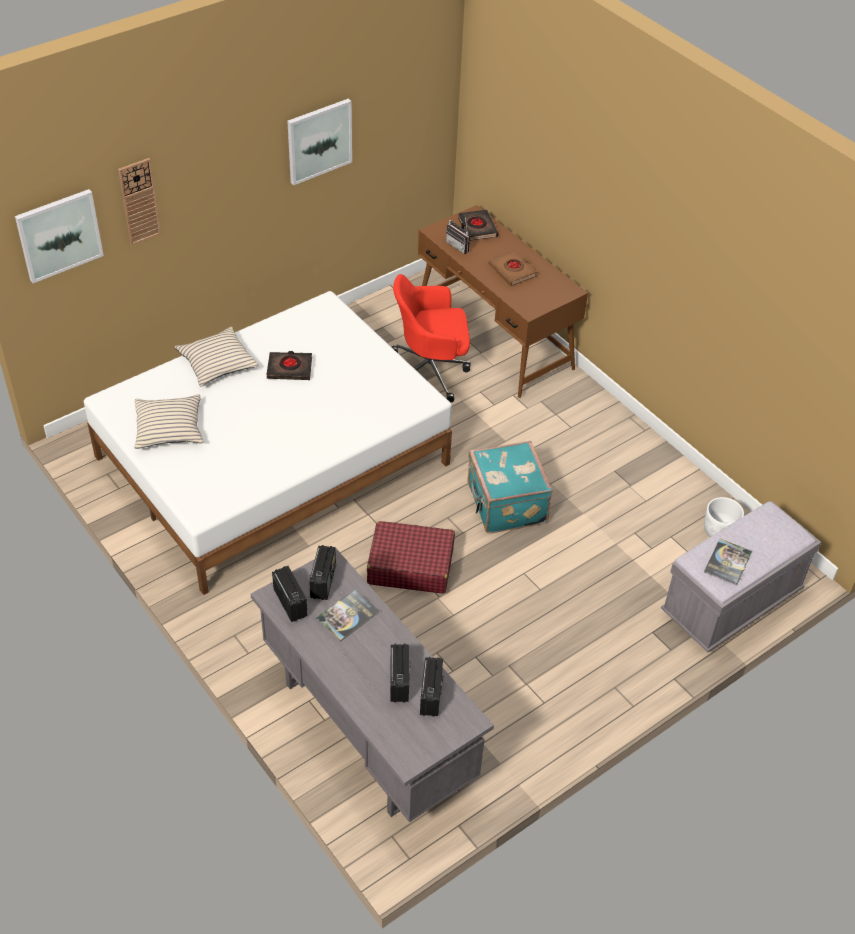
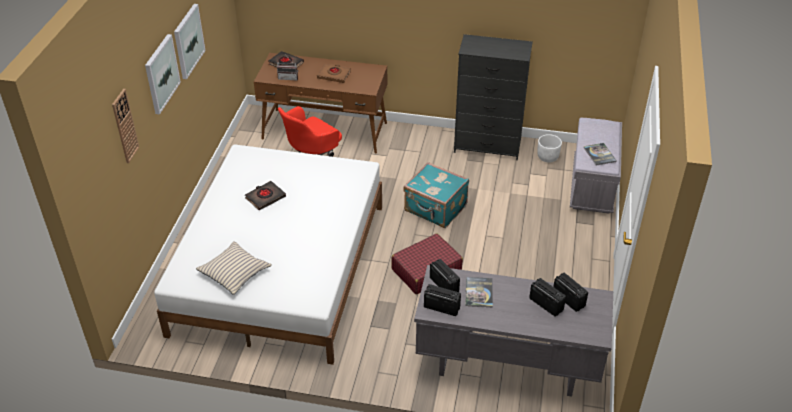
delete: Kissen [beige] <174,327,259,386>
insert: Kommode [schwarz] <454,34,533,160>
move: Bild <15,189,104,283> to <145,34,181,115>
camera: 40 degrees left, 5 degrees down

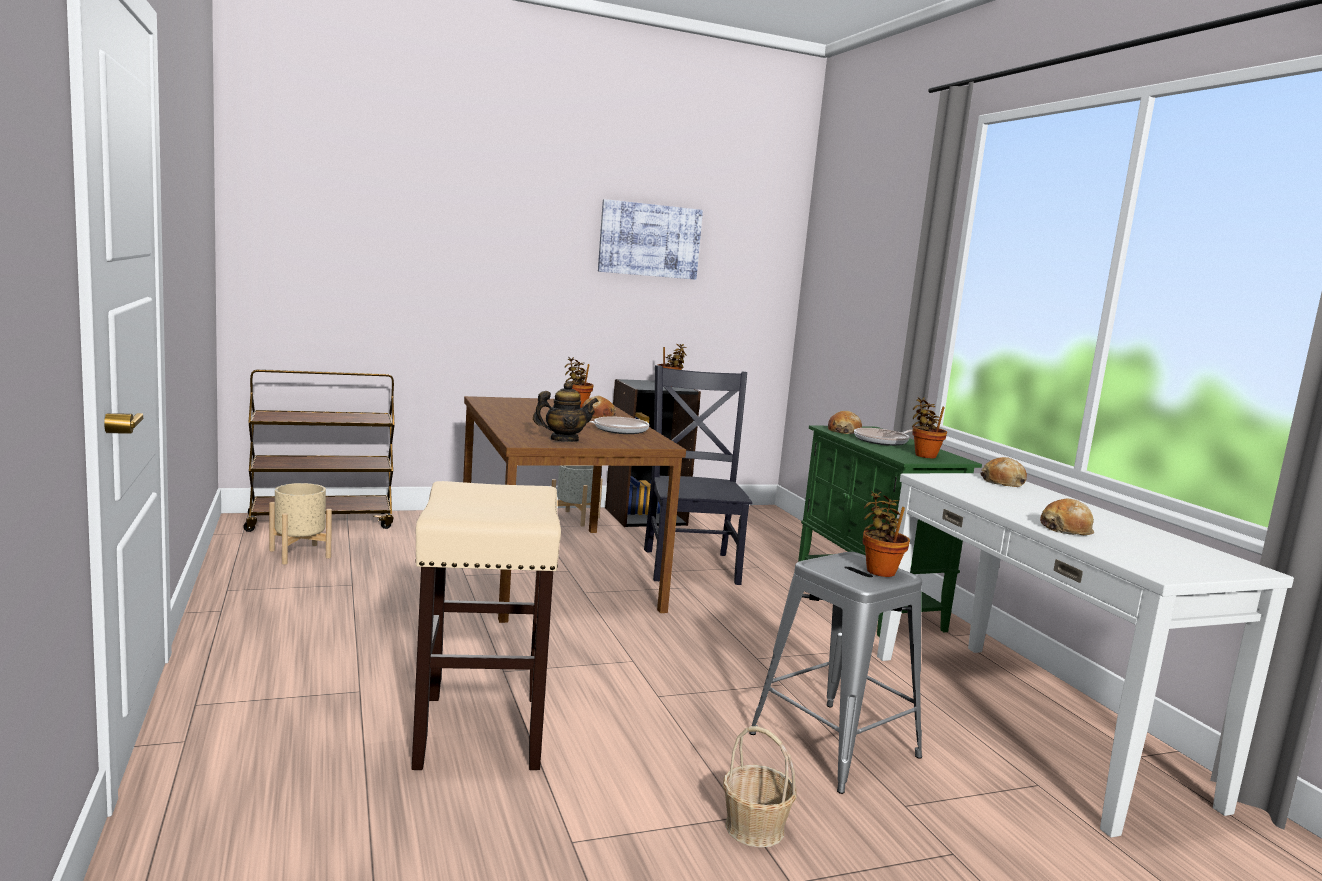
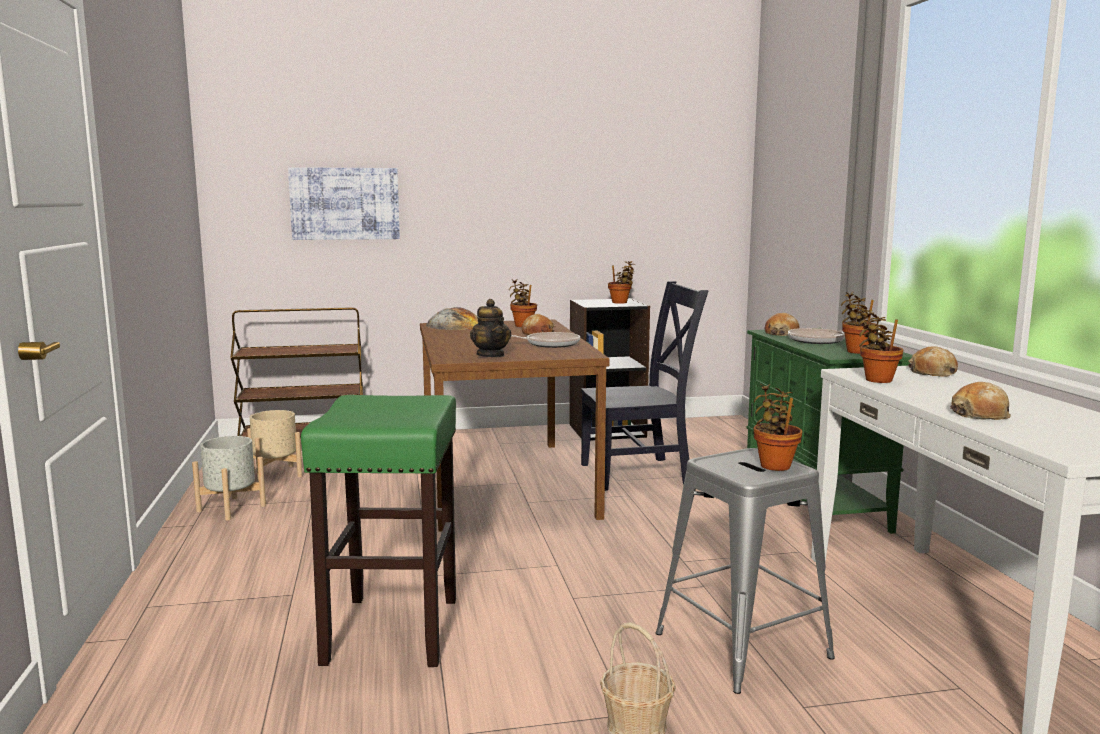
insert: Brot <426,307,478,330>; Topfpflanze <858,310,903,383>
move: Bild <598,199,703,280> to <288,167,400,240>; Pflanzkübel [grau] <552,466,603,527> to <192,436,266,521>
recolor: Hocker [beige] <412,481,561,770> to Hocker [grün] <301,395,456,667>
rotate: Stuhl [schwarz] <644,365,752,585> = <581,281,708,491> 75 degrees clockwise; Teekanne <533,381,599,442> = <470,299,511,357> 75 degrees clockwise
camera: 10 degrees right, 0 degrees up

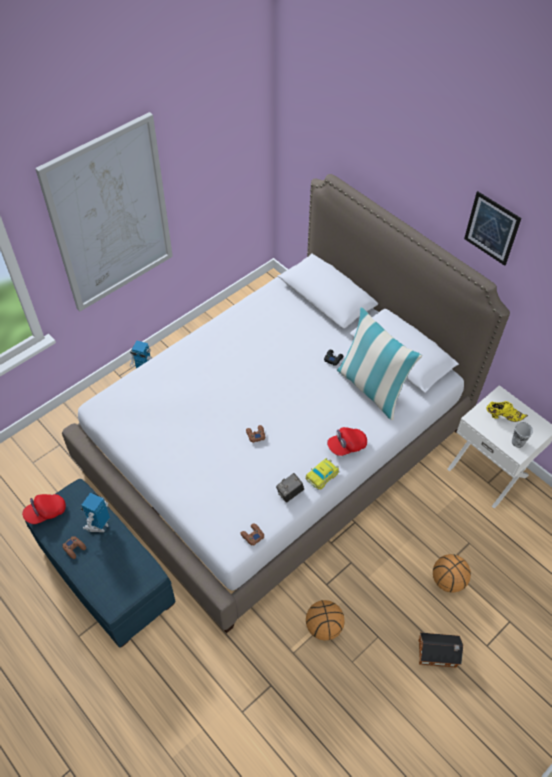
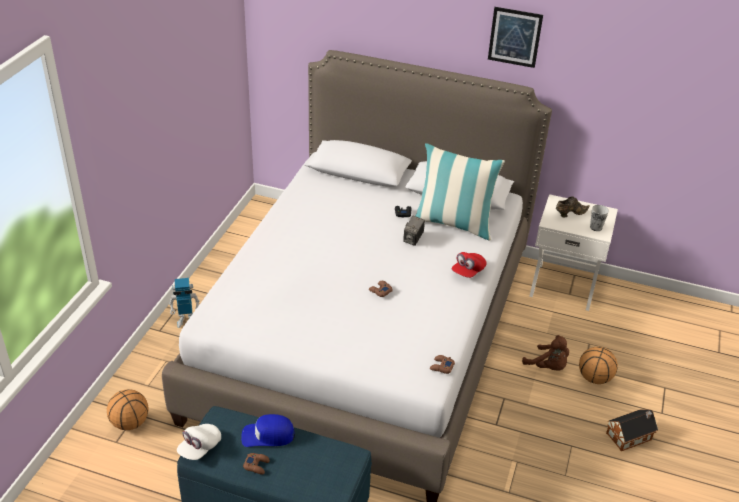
delete: Bild <35,112,173,312>; Spielzeugauto <305,458,339,490>
insert: Plüschtier [braun] <522,335,569,371>
move: Kamera <276,473,304,503> to <403,216,425,246>; Basketball <306,600,345,640> to <107,389,148,430>
replace: Spielzeugroboter <80,492,110,532> to Kappe [blau] <241,414,295,447>
recolor: Schuh [gelb] <486,401,528,422> to Schuh [braun] <556,196,590,218>; Kappe [rot] <22,494,66,524> to Kappe [weiß] <177,424,221,460>
camera: 30 degrees left, 15 degrees down

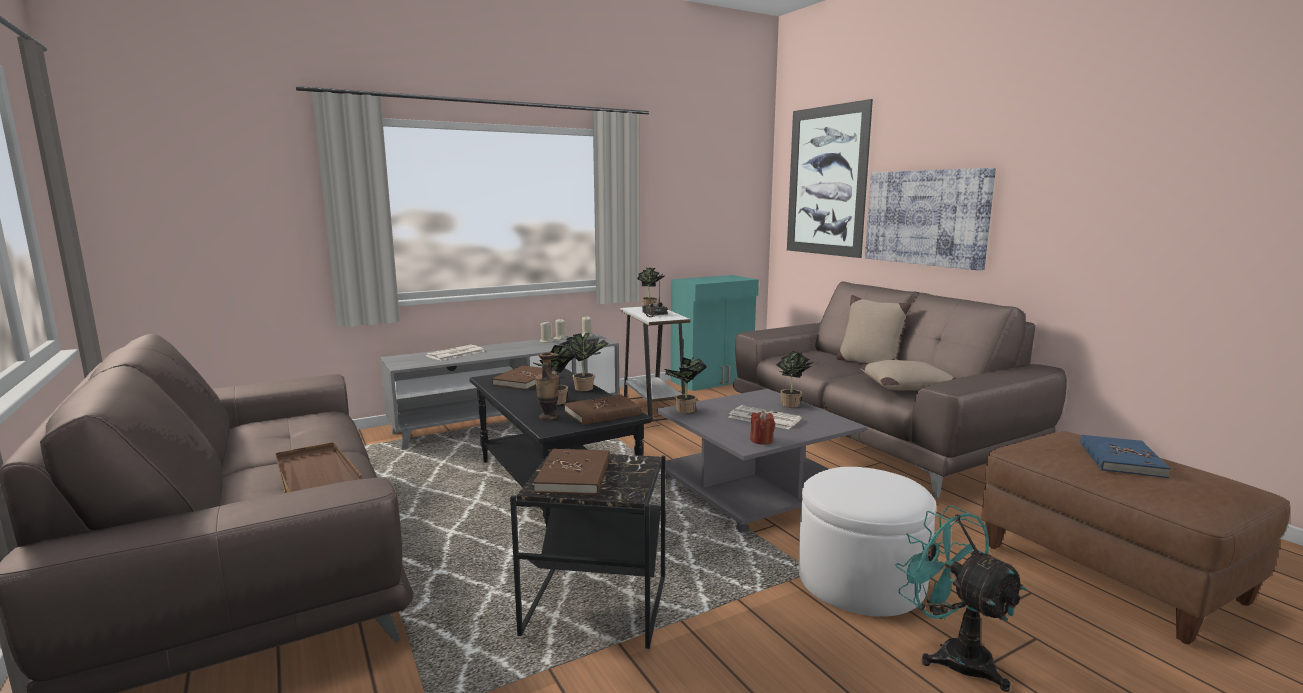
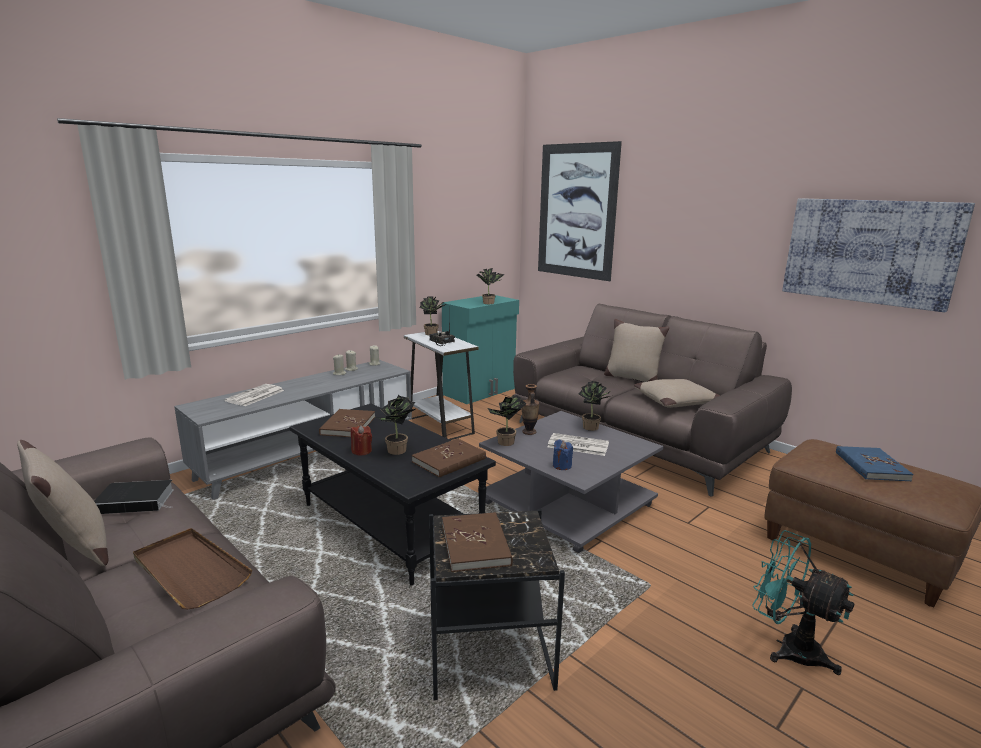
delete: Polsterhocker [weiß] <798,467,937,617>
insert: Kerze [blau] <553,439,573,470>; Kissen [beige] <17,440,108,566>; Buch <94,480,174,514>
move: Bild <865,168,996,270> to <782,198,975,312>; Topfpflanze <562,333,608,391> to <477,268,504,304>; Vase <535,353,559,420> to <522,384,540,435>; Kerze [rot] <750,411,775,445> to <351,425,372,456>
camera: 15 degrees left, 5 degrees up

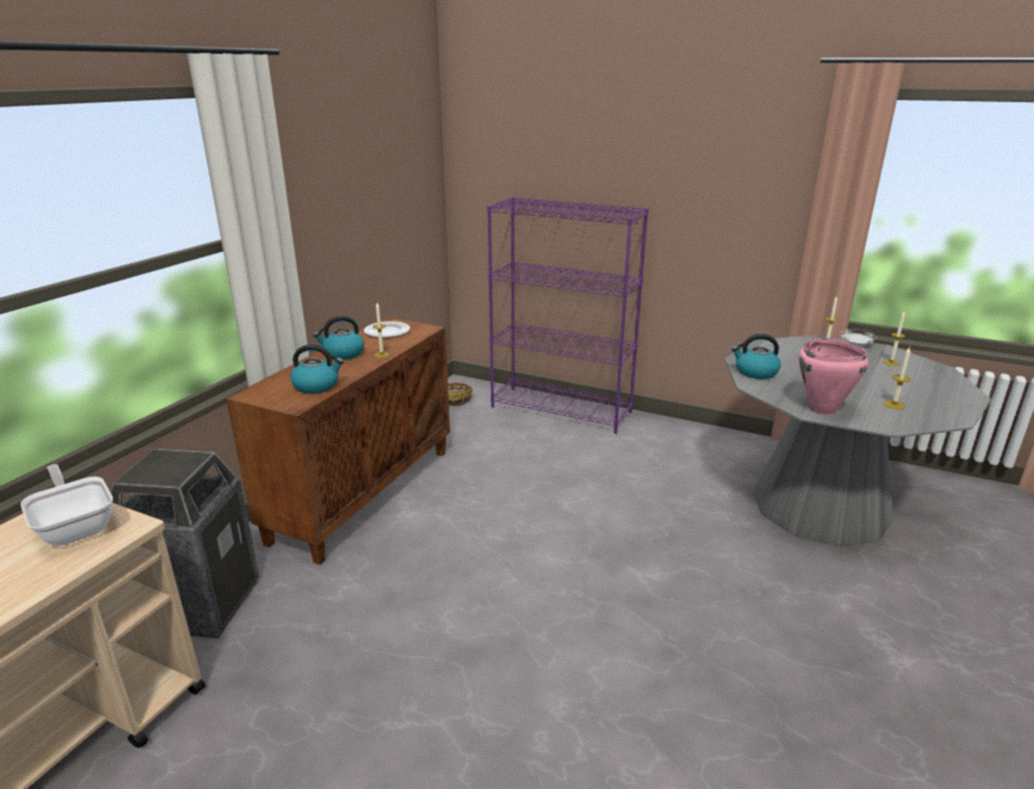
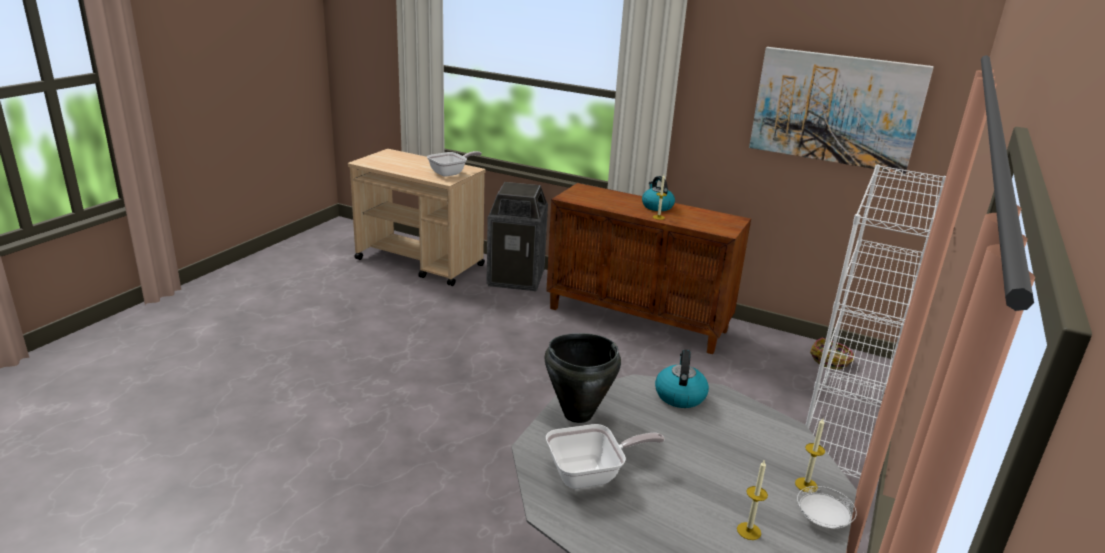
delete: Teller <364,321,410,338>; Wasserkessel <290,344,344,394>
insert: Bild <749,47,934,174>
replace: Kerze <884,348,911,409> to Pfanne <546,424,665,489>
recolor: Bücherregal [lila] <487,197,649,434> to Bücherregal [weiß] <806,165,946,479>; Kochtopf [rosa] <799,338,869,415> to Kochtopf [schwarz] <545,333,621,423>
camera: 90 degrees right, 0 degrees up

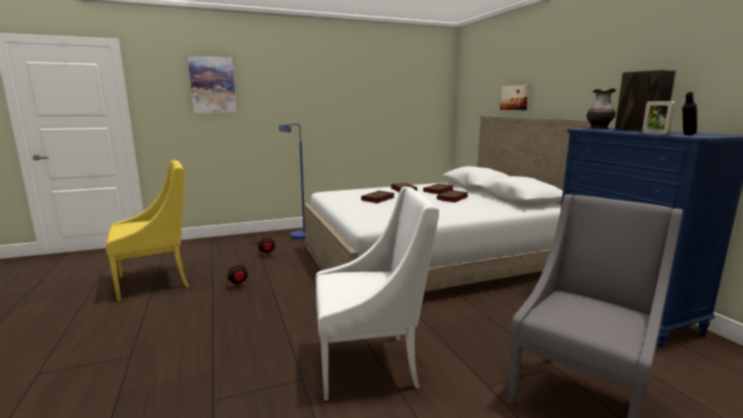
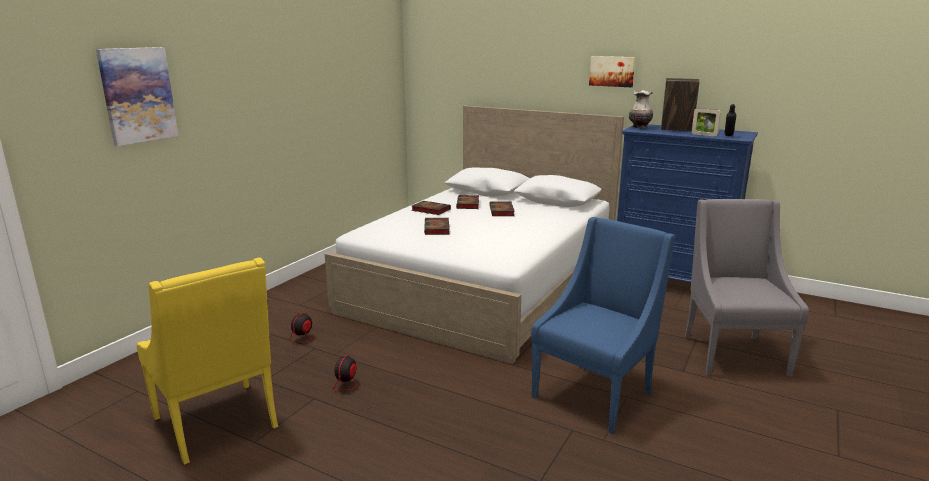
delete: Stehlampe [blau] <279,124,305,240>
move: Bild <500,85,529,110> to <589,56,635,87>
recolor: Sessel [weiß] <316,187,439,401> to Sessel [blau] <531,217,675,434>
rotate: Sessel [gelb] <106,160,189,301> = <137,257,278,465> 120 degrees clockwise
camera: 40 degrees left, 5 degrees up

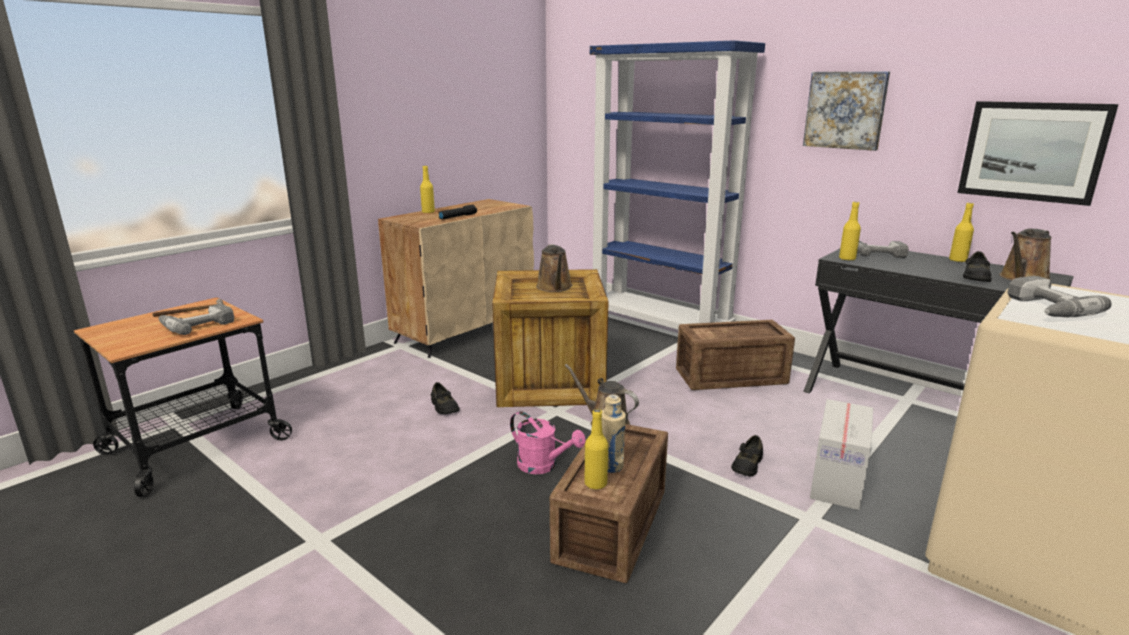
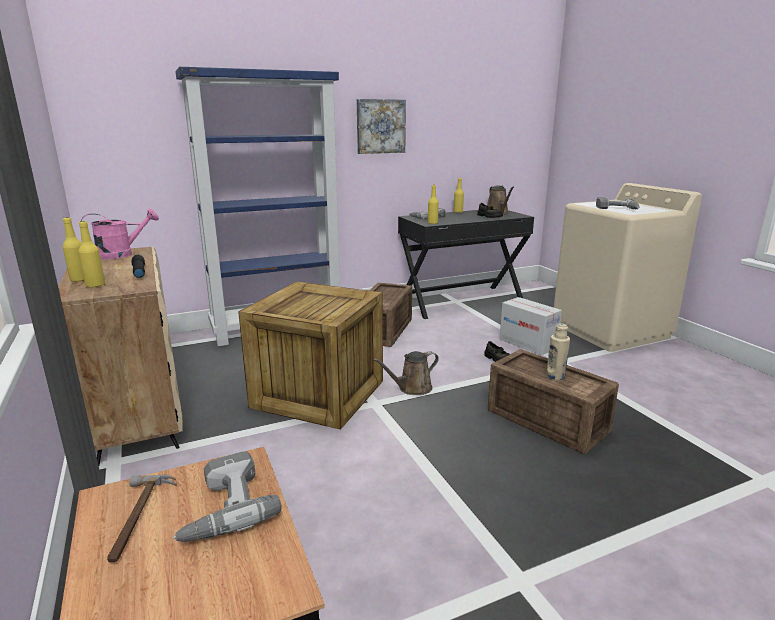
delete: Bild <957,101,1119,206>; Gießkanne [braun] <536,244,573,292>; Schuh [schwarz] <431,382,460,414>
move: Flasche [gelb] <585,409,608,490> to <78,221,105,288>; Gießkanne [rosa] <510,411,586,474> to <81,209,159,259>
camera: 65 degrees left, 0 degrees up

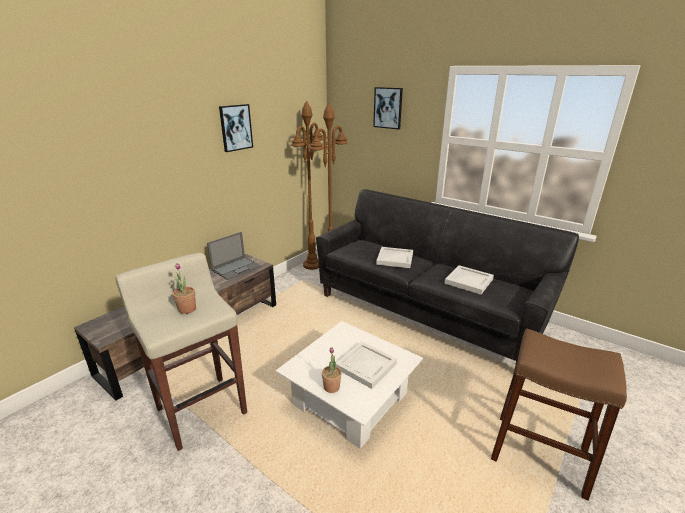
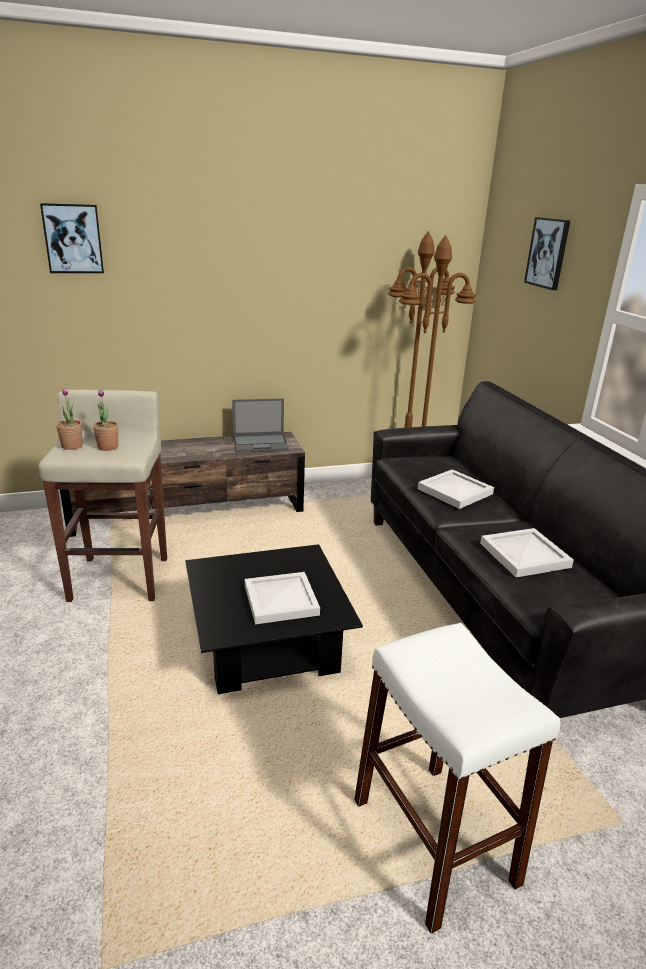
move: Bild <219,104,253,152> to <40,203,104,273>; Topfpflanze <322,347,341,393> to <56,388,82,450>
recolor: Couchtisch [weiß] <276,321,423,449> to Couchtisch [schwarz] <185,544,363,694>; Hocker [braun] <491,329,627,501> to Hocker [weiß] <354,623,560,934>
camera: 35 degrees right, 0 degrees up

